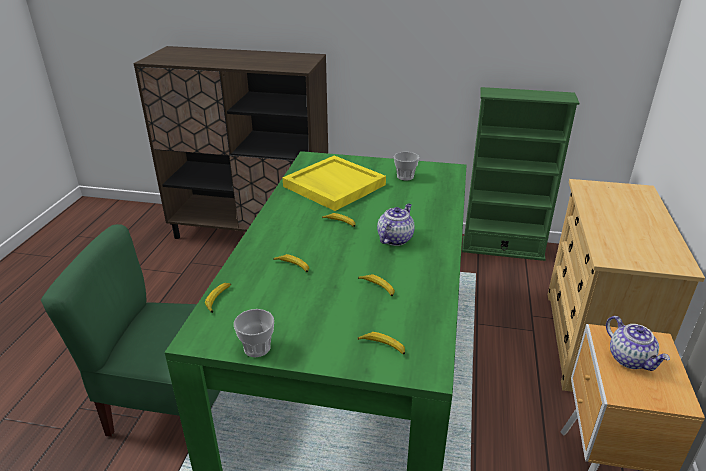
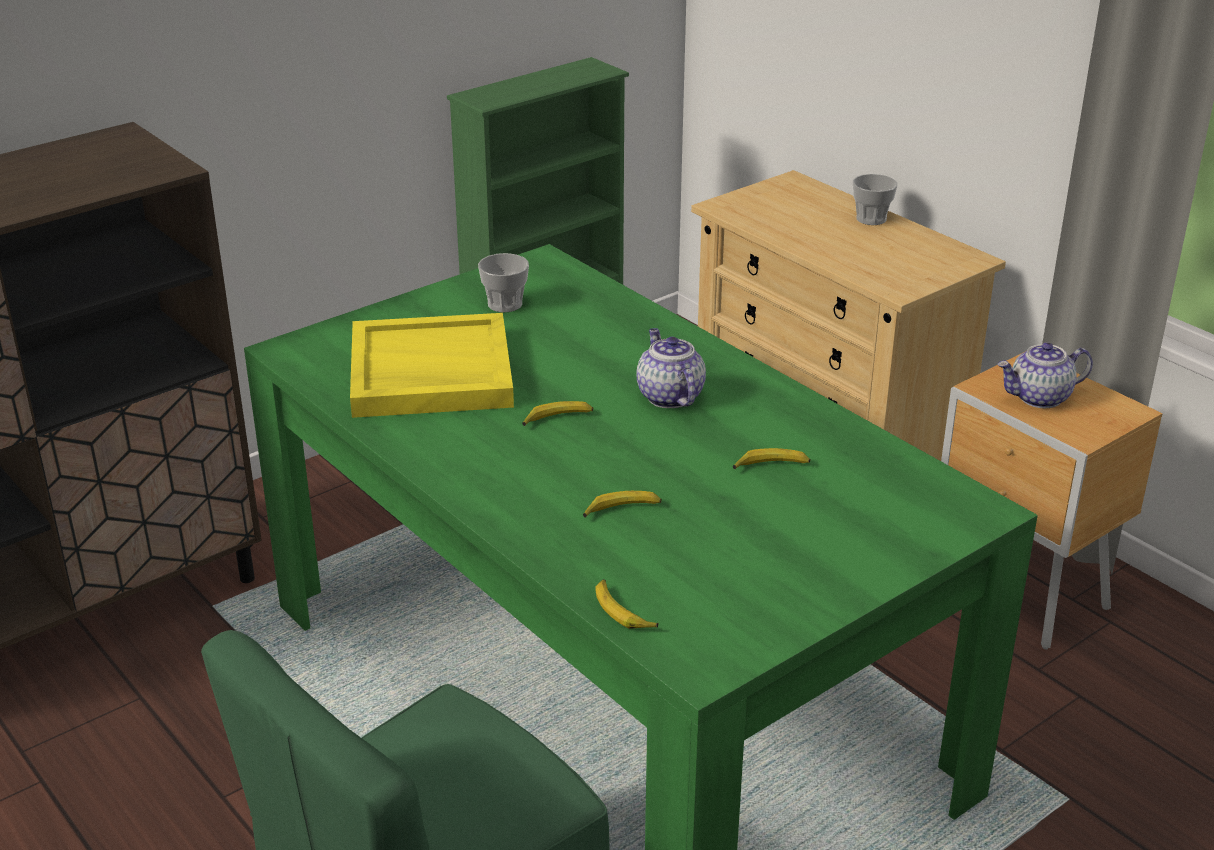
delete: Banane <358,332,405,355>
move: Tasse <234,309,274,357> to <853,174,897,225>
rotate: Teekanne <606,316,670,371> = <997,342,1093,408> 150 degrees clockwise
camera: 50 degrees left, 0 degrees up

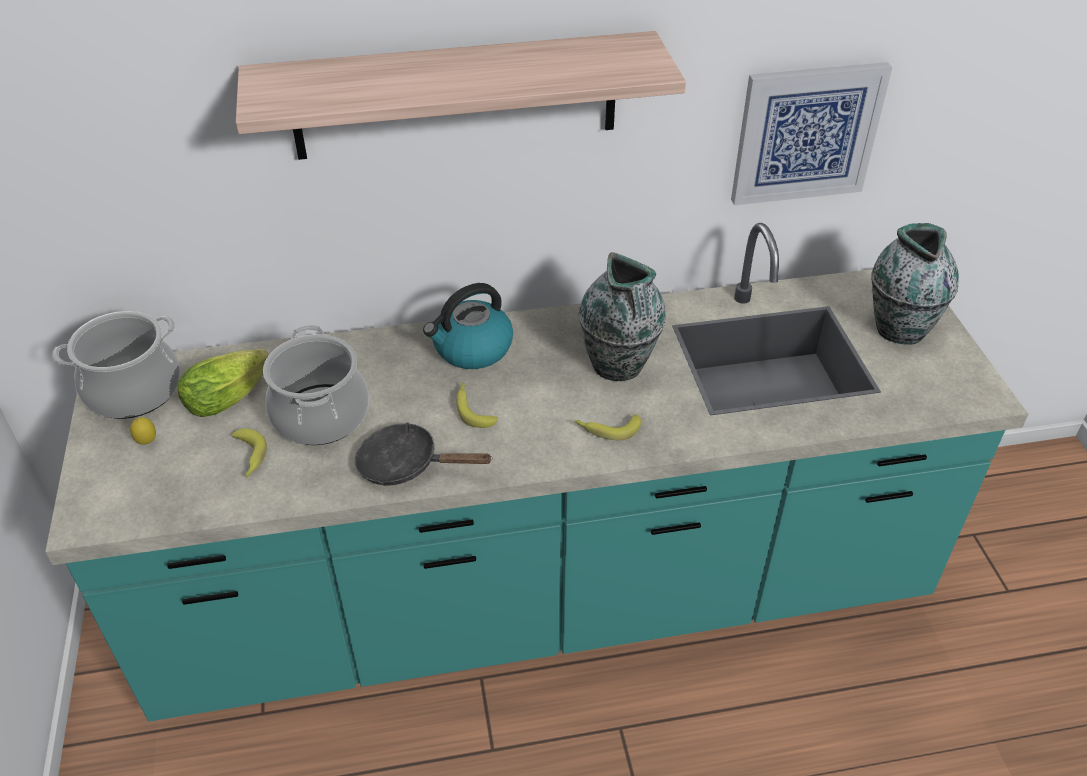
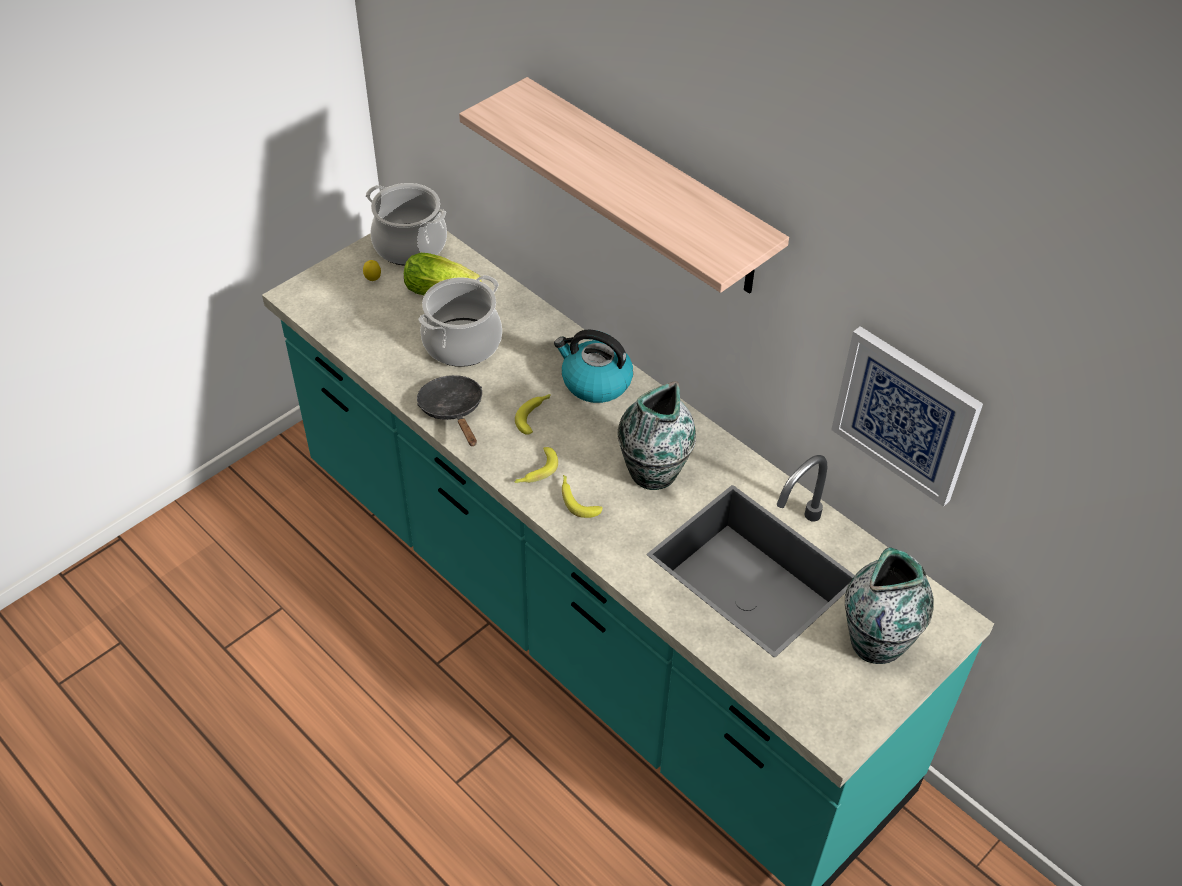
move: Banane <231,428,267,478> to <514,447,558,483>
camera: 55 degrees right, 5 degrees up

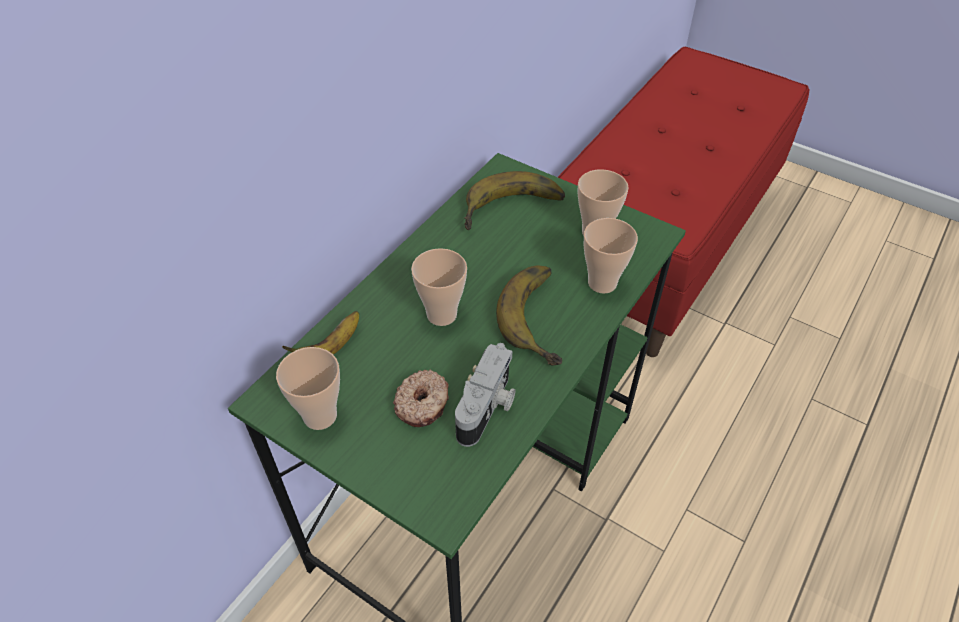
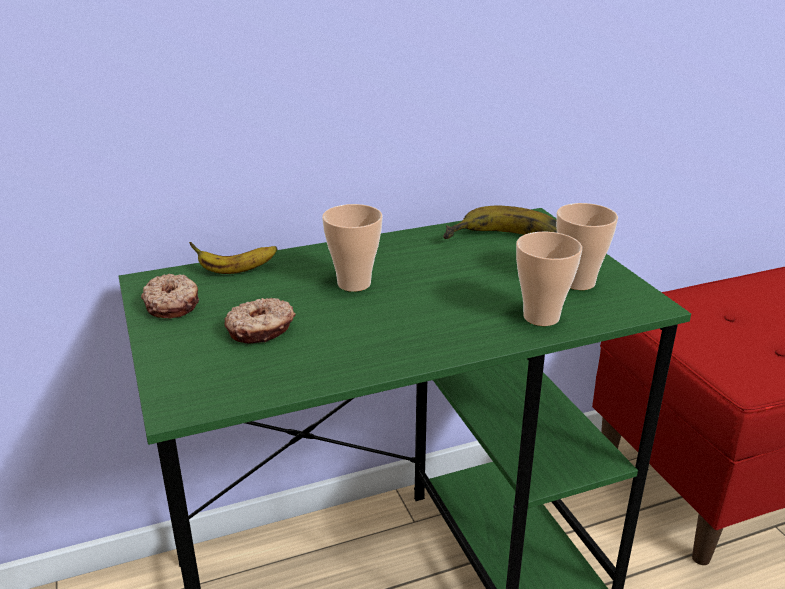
delete: Banane <496,265,562,366>; Kamera <455,343,516,447>
replace: Tasse <276,347,340,430> to Donut <141,274,199,319>
camera: 35 degrees right, 20 degrees down

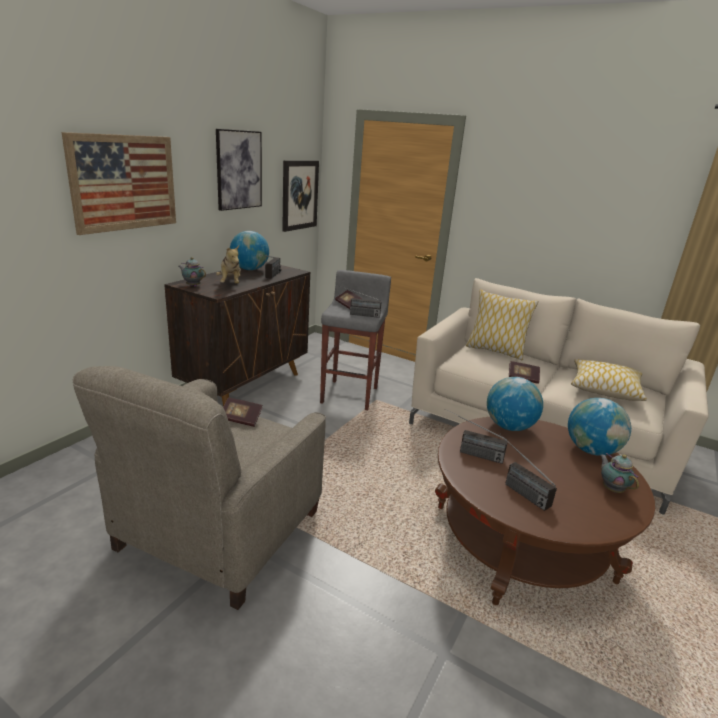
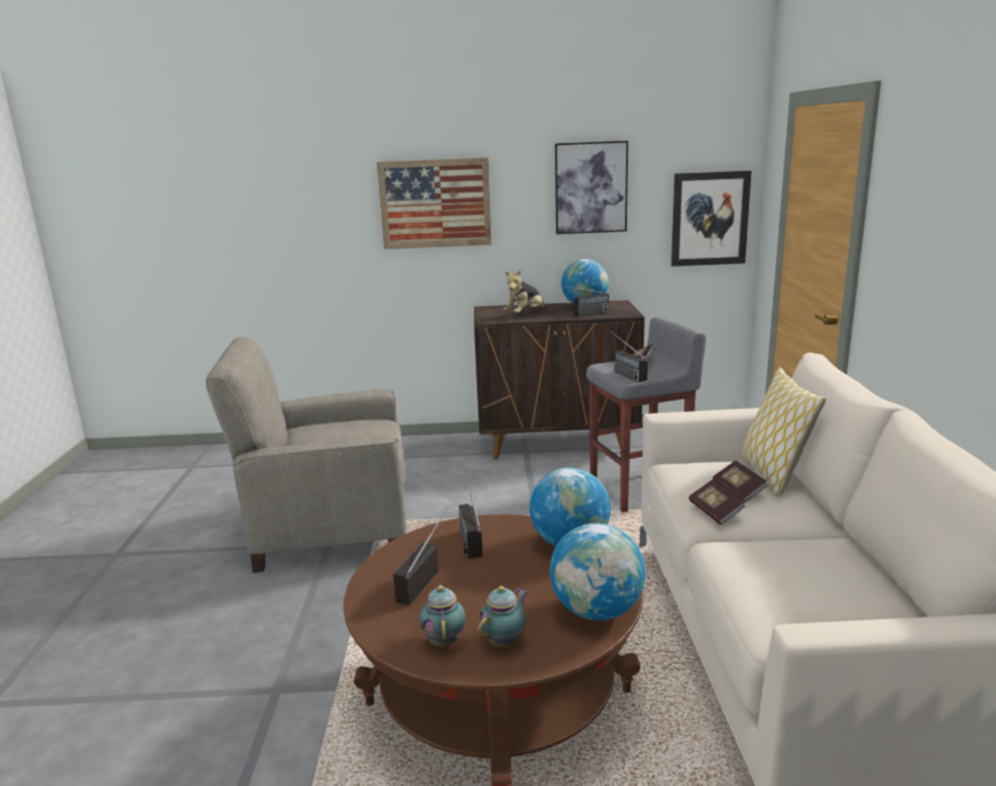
delete: Kissen <571,359,647,401>
move: Teekanne <179,257,206,287> to <419,584,466,646>; Buch <223,397,263,427> to <713,460,767,503>
camera: 60 degrees right, 5 degrees down

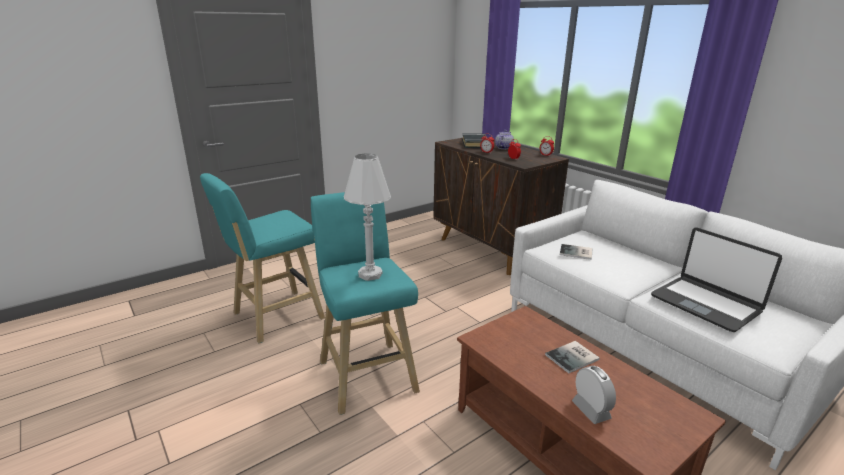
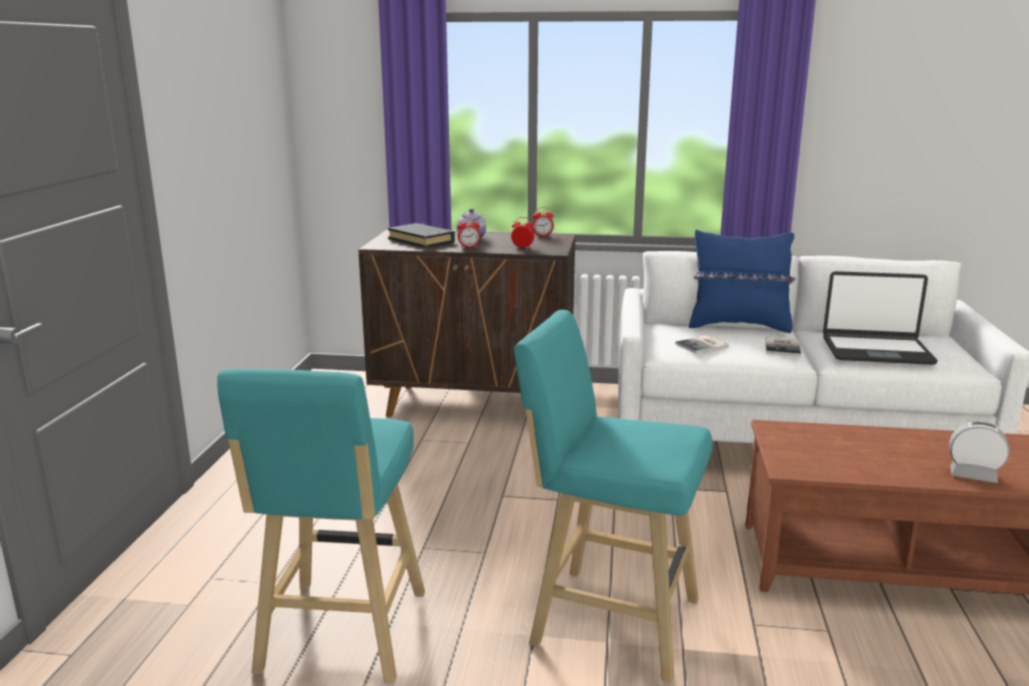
delete: Tischlampe [weiß] <344,154,391,281>
insert: Kissen [blau] <689,230,796,333>
move: Buch <545,341,600,373> to <766,338,801,356>
camera: 45 degrees left, 5 degrees down

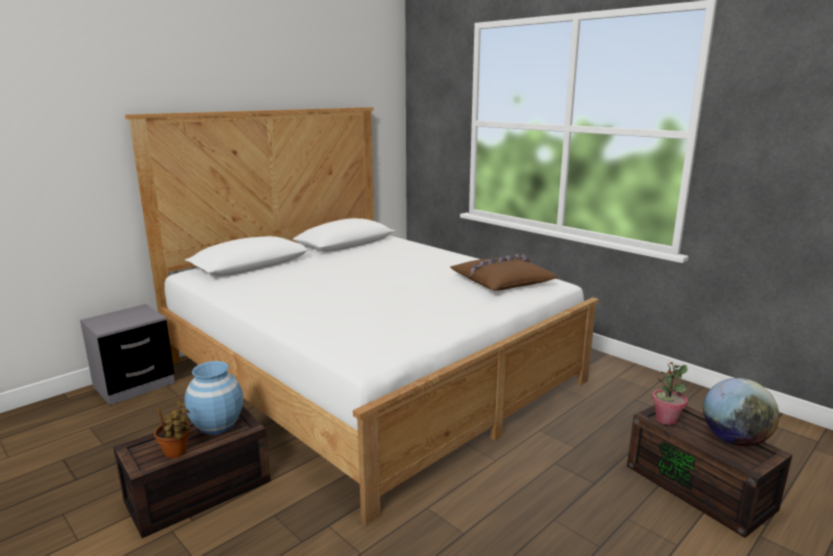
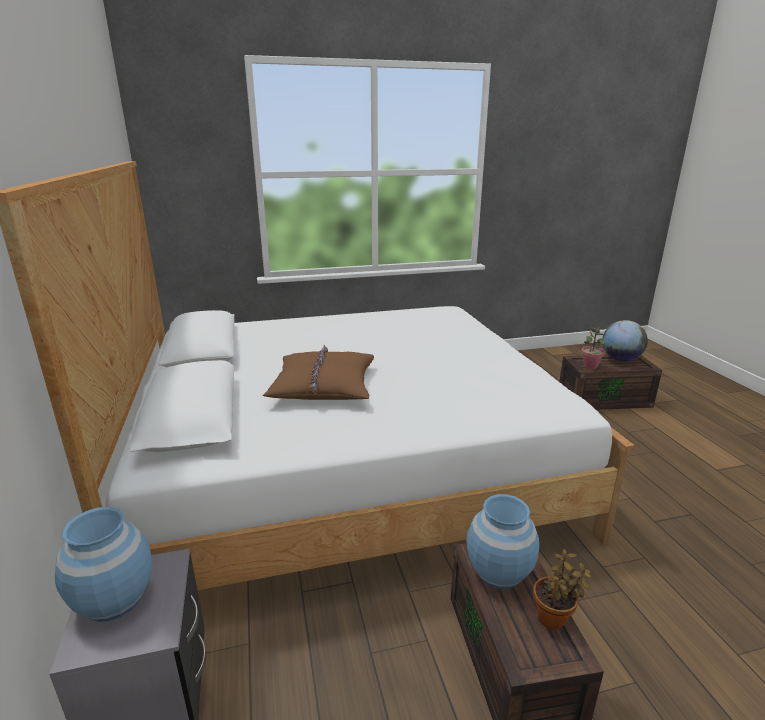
insert: Vase [blau] <55,507,152,622>
move: Kissen [braun] <450,254,557,291> to <263,345,374,400>
camera: 60 degrees left, 5 degrees up

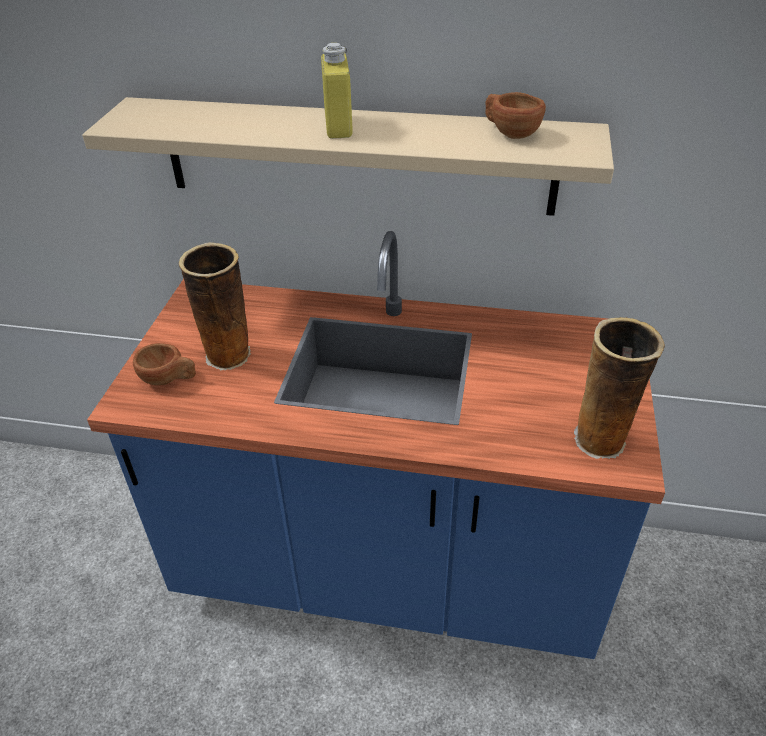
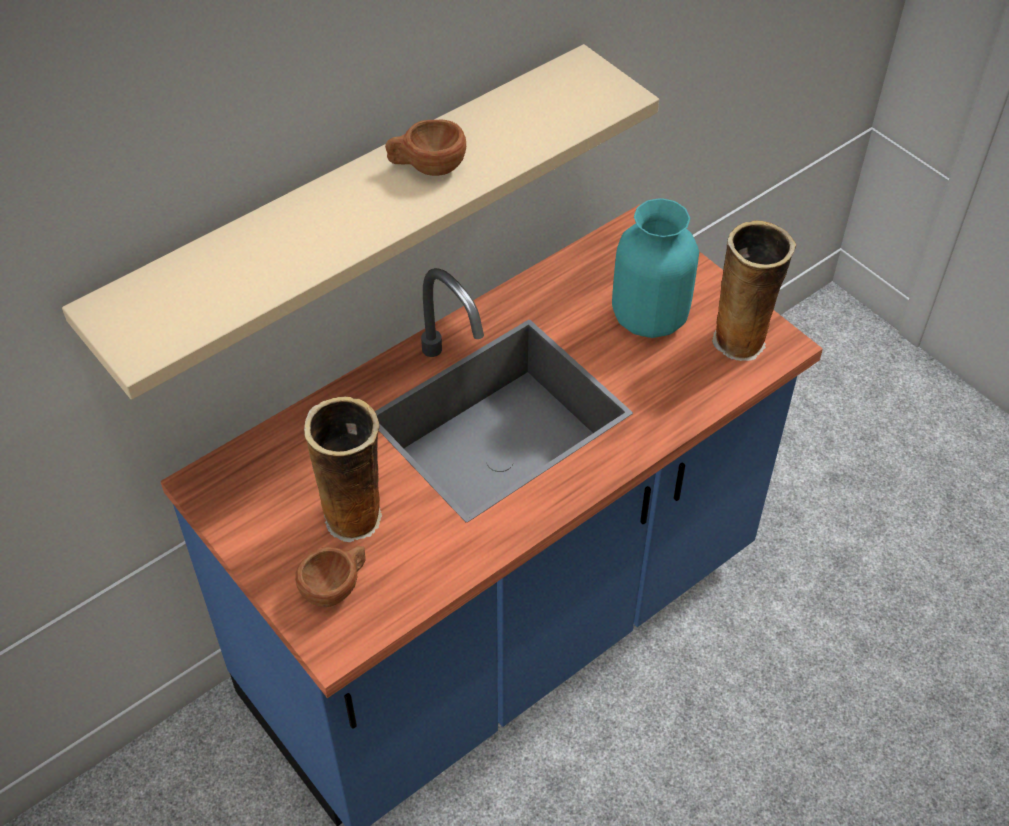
delete: Flasche [gelb] <321,43,353,139>
insert: Vase [türkis] <612,198,699,338>
move: Tasse [braun] <485,92,546,139> to <385,119,466,176>
camera: 50 degrees left, 10 degrees up

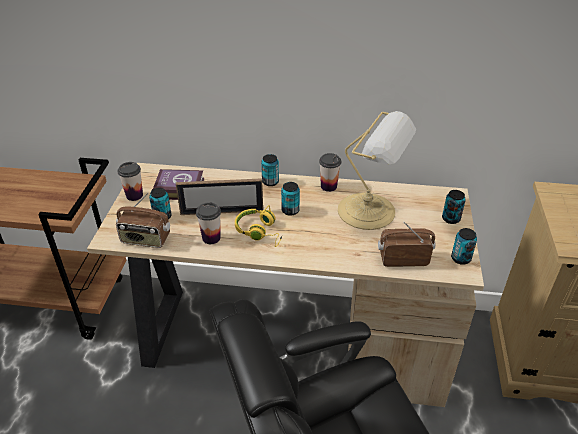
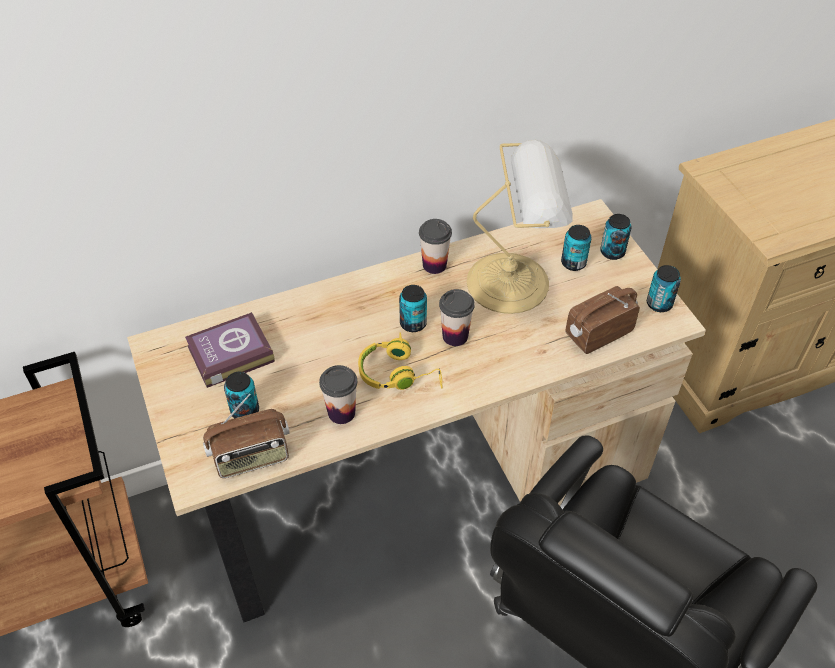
delete: Bilderrahmen <176,178,263,215>
move: Dose <261,154,279,186> to <561,225,592,271>; Tasse <118,162,143,201> to <439,289,475,346>
camera: 30 degrees left, 10 degrees up

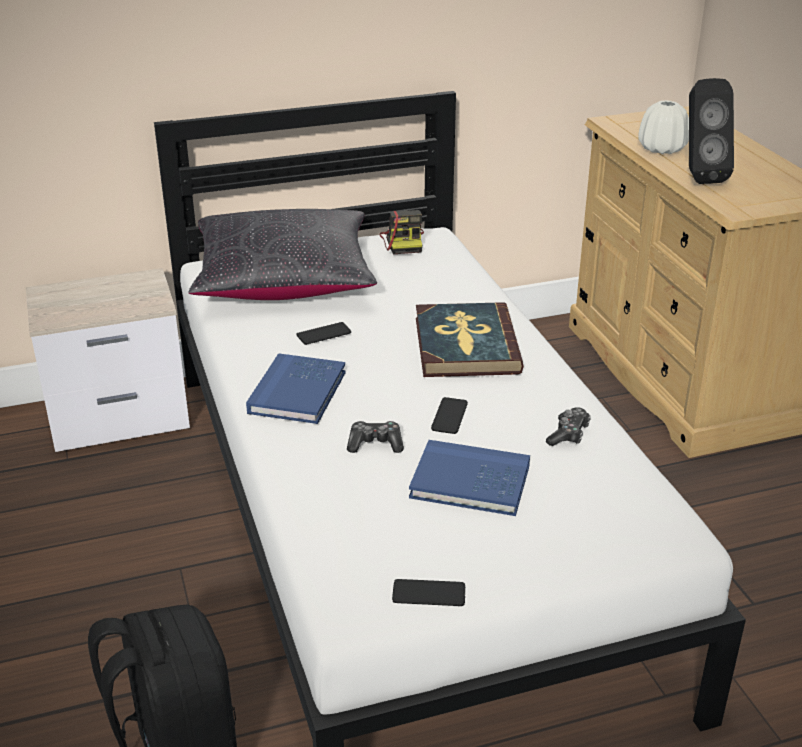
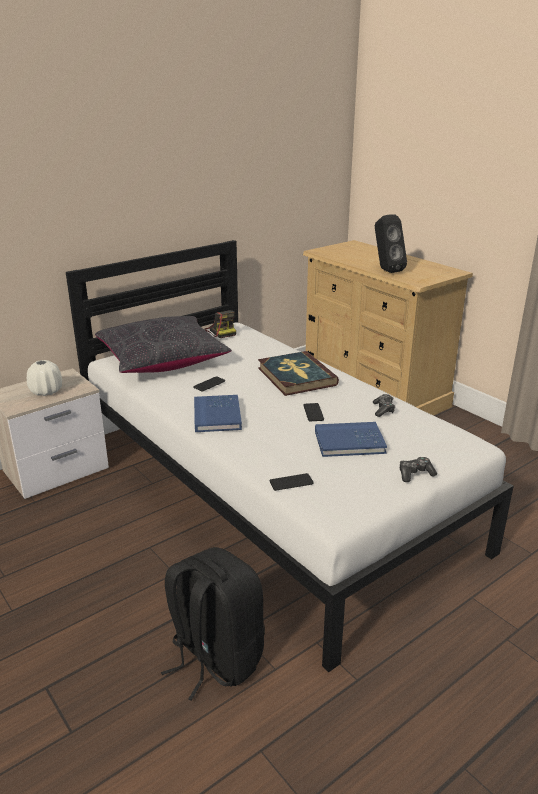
move: Vase [weiß] <638,100,689,154> to <27,360,62,396>; Gamepad <347,421,404,453> to <400,457,437,482>; Handy <392,579,465,606> to <270,473,314,491>
camera: 20 degrees left, 5 degrees down

